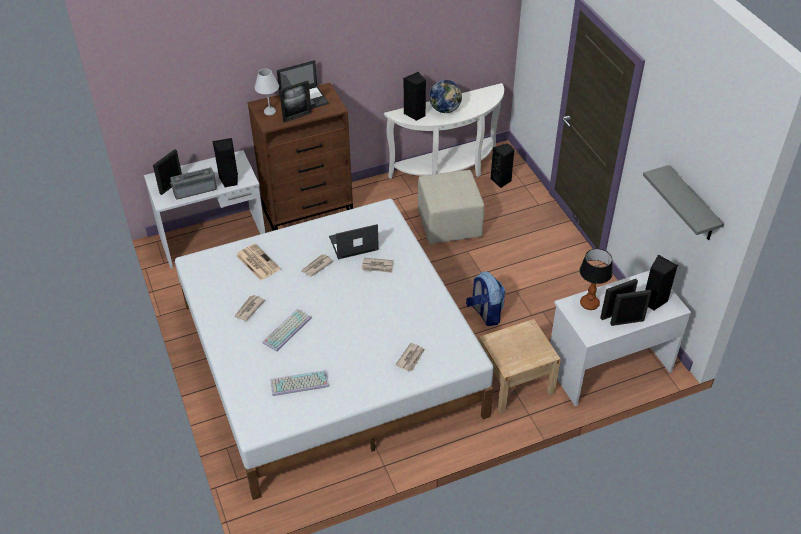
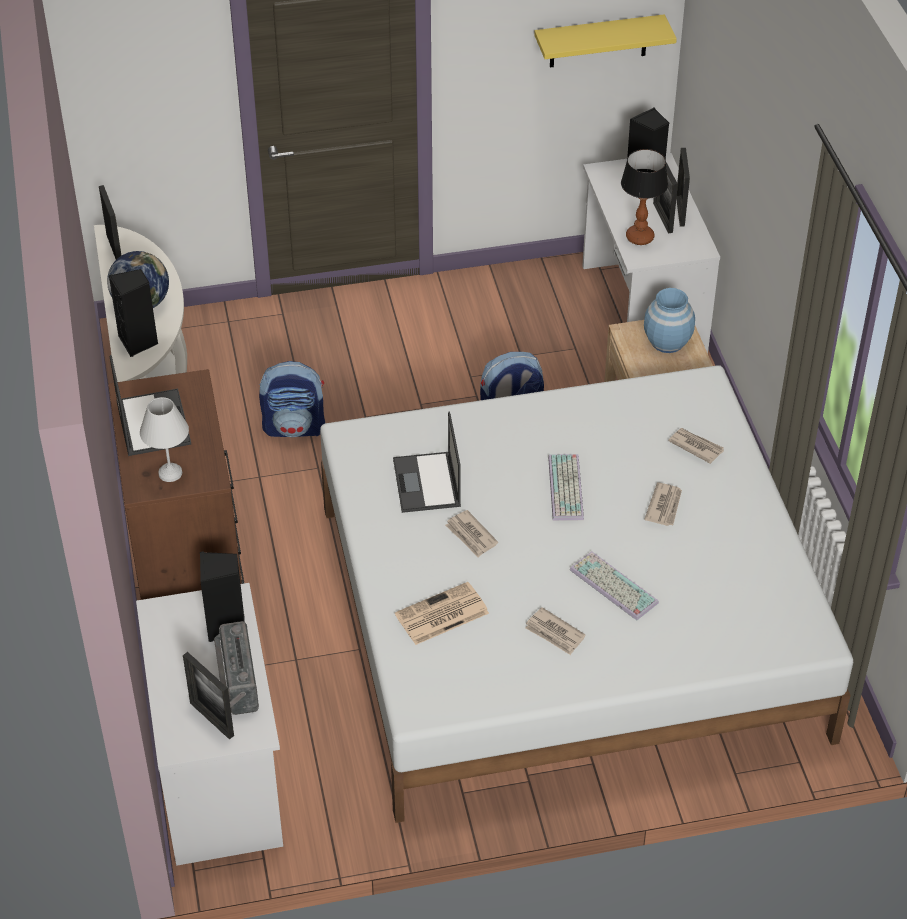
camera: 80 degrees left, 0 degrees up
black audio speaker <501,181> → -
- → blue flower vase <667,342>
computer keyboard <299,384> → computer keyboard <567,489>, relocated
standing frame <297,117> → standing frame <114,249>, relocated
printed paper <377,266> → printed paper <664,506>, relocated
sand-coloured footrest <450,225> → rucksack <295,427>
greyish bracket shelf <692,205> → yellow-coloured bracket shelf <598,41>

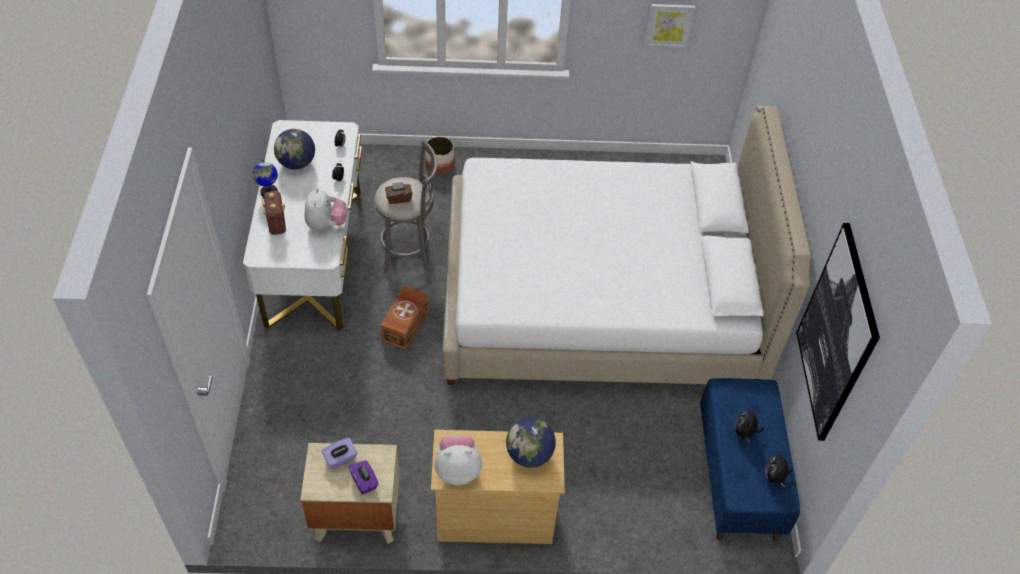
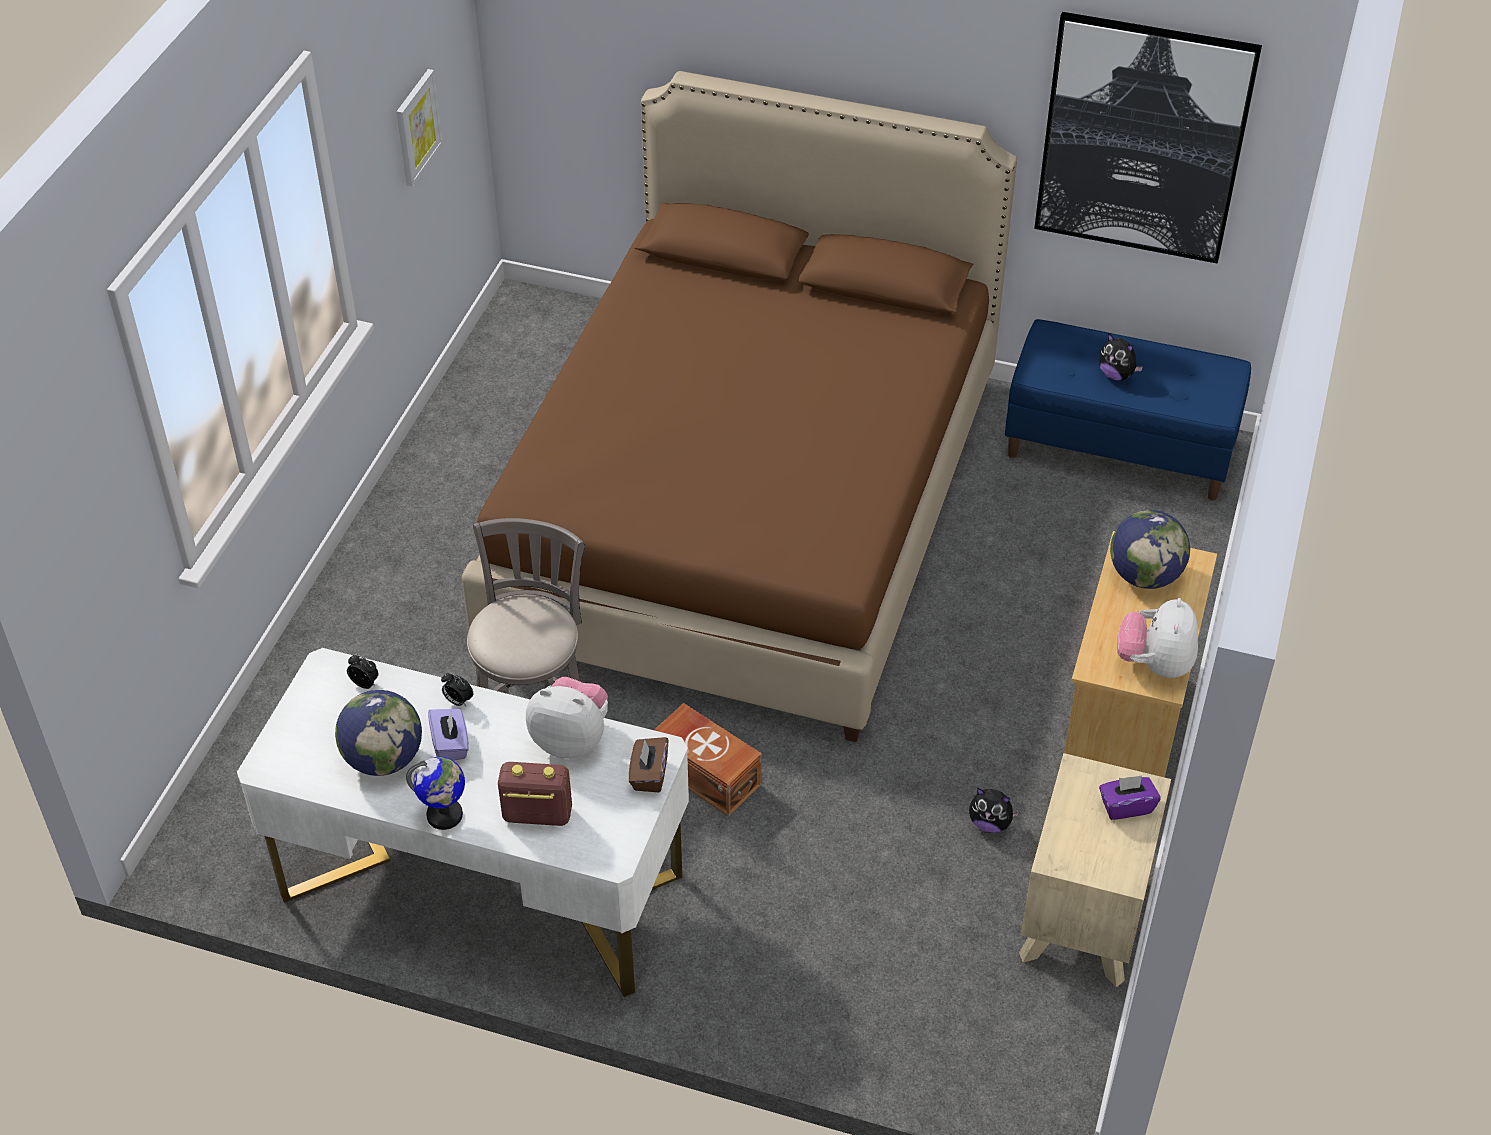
camera: 70 degrees left, 5 degrees down
planter <439,164> → -
purple tissue holder <340,459> → purple tissue holder <451,745>, relocated
brown tissue holder <399,198> → brown tissue holder <649,775>, relocated
soft toy <775,477> → soft toy <990,823>, relocated
white-coloured bed <599,300> → brown bed <748,509>

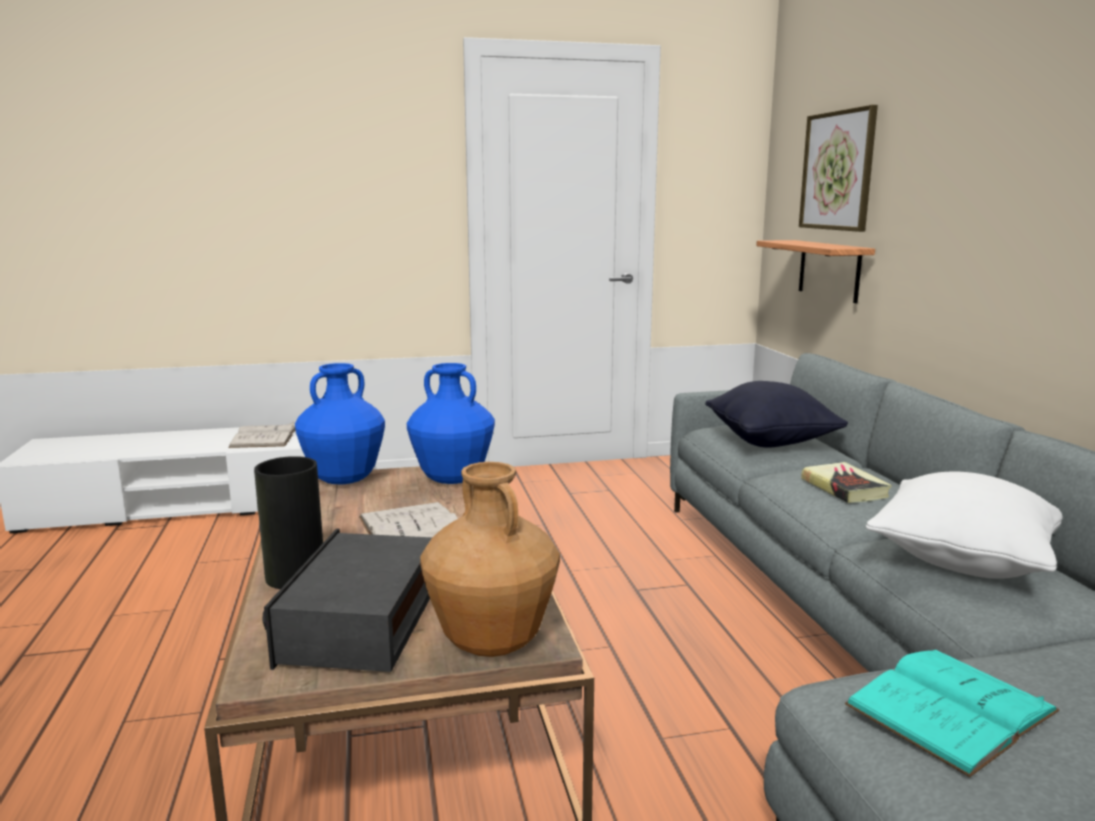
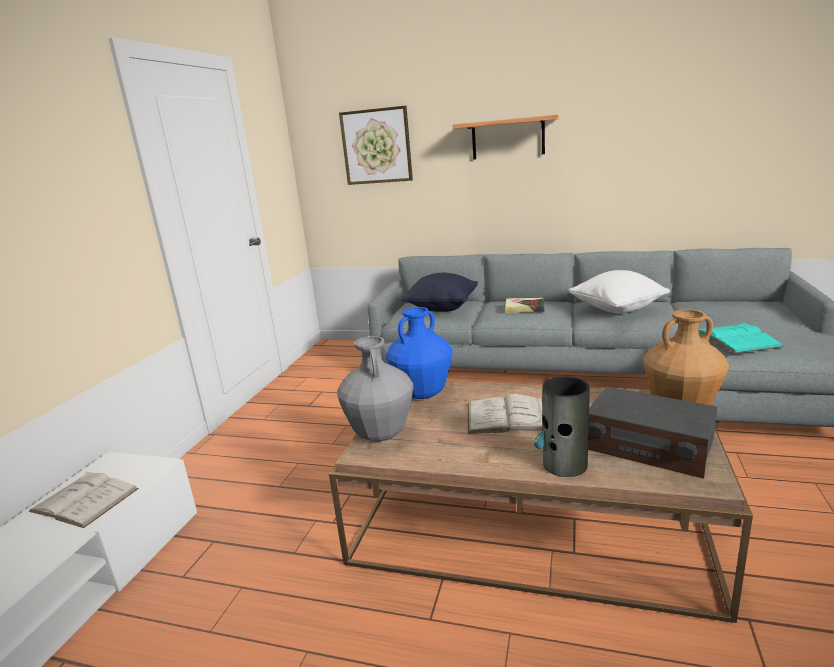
camera: 60 degrees left, 5 degrees up
bracket shelf <829,270> → bracket shelf <508,138>, relocated
blue flower vase <343,480> → greyish flower vase <381,434>

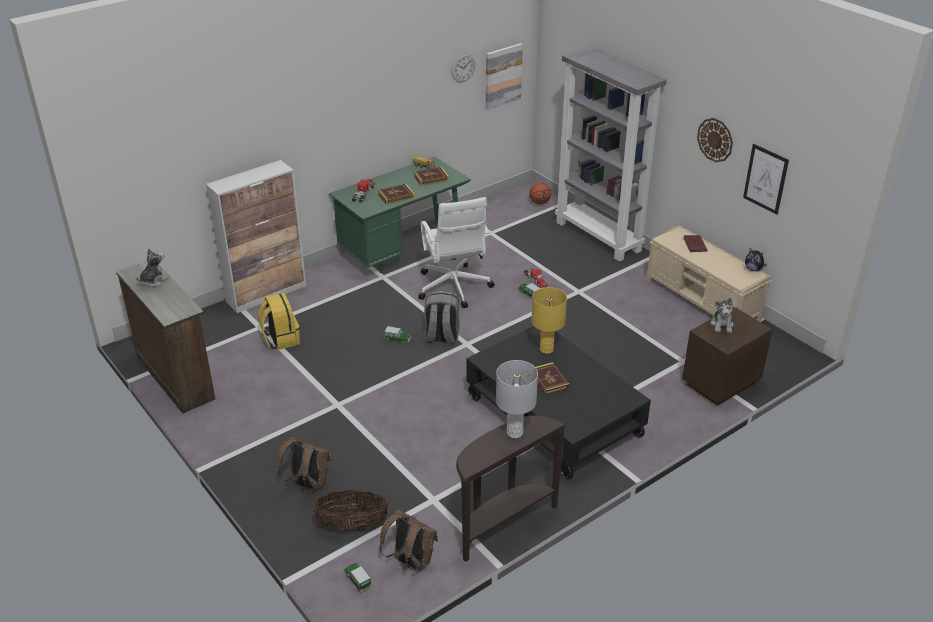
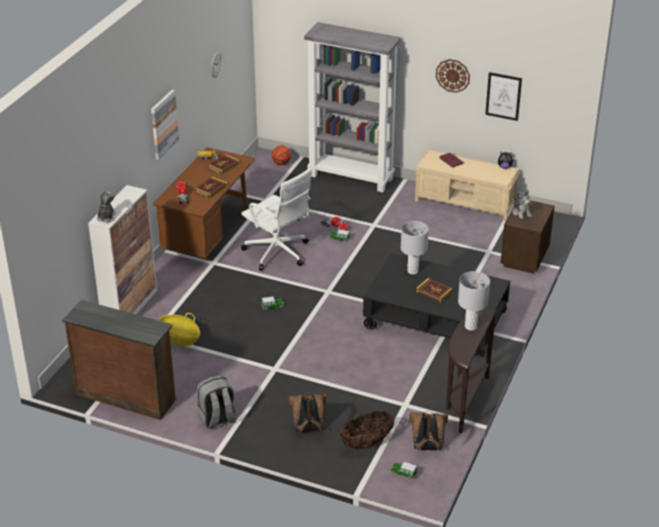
camera: 30 degrees left, 0 degrees up
soft toy <153,281> → soft toy <106,218>, relocated
greyish rucksack <441,337> → greyish rucksack <217,419>, relocated
wall picture <502,76> → wall picture <163,124>, relocated
yellow-coloured rucksack <280,339> → household basket <180,338>
green-coloured desk table <403,250> → brown desk table <208,236>
yellow-coloured lamp for a table <546,349> → greyish lamp for a table <412,271>

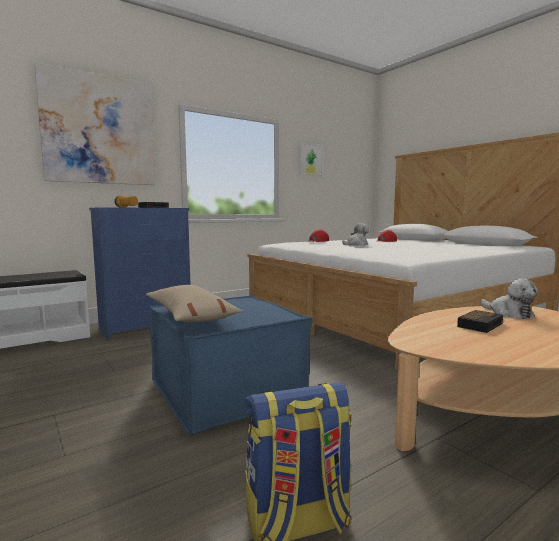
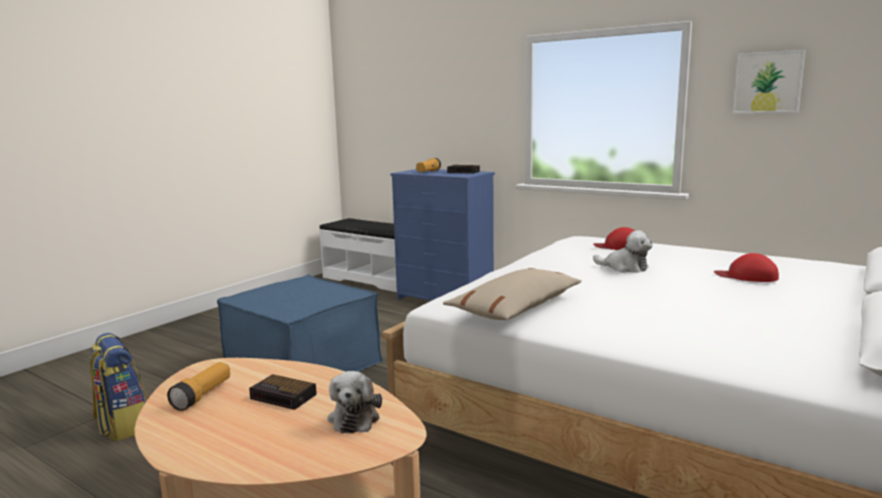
camera: 70 degrees right, 5 degrees up
wall picture <99,130> → -
- → torch <202,395>
sand-coloured pillow <190,316> → sand-coloured pillow <516,307>, relocated
soft toy <509,313> → soft toy <355,417>, 45 degrees counterclockwise

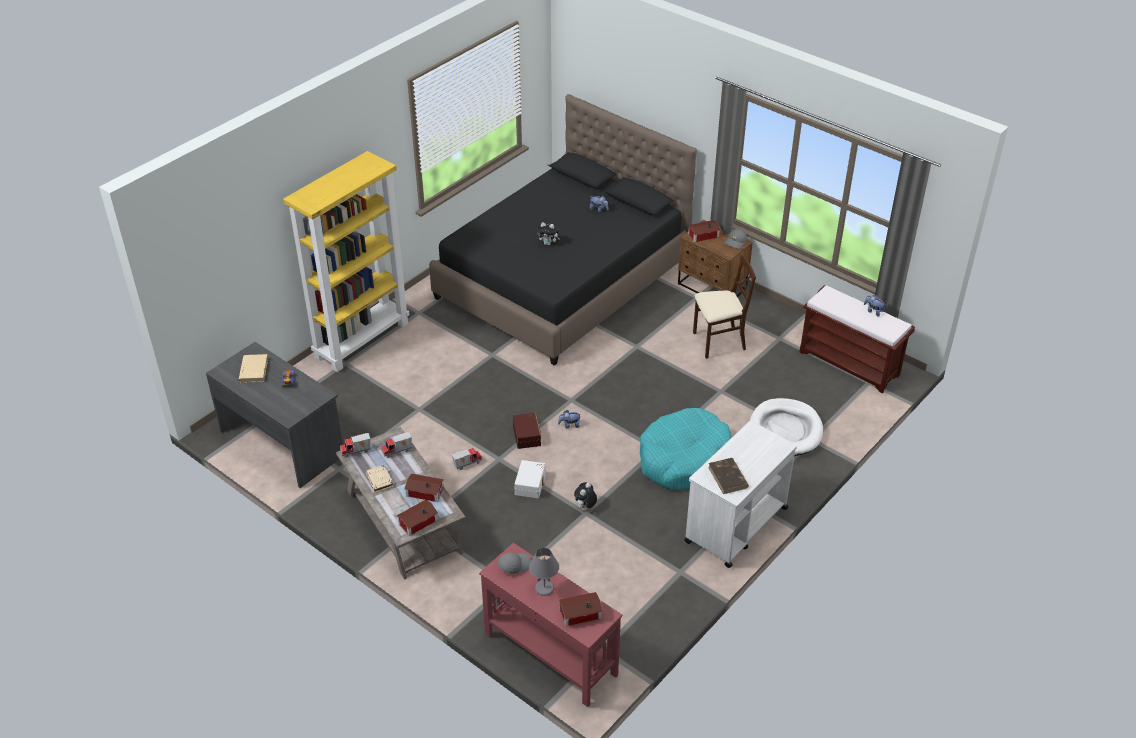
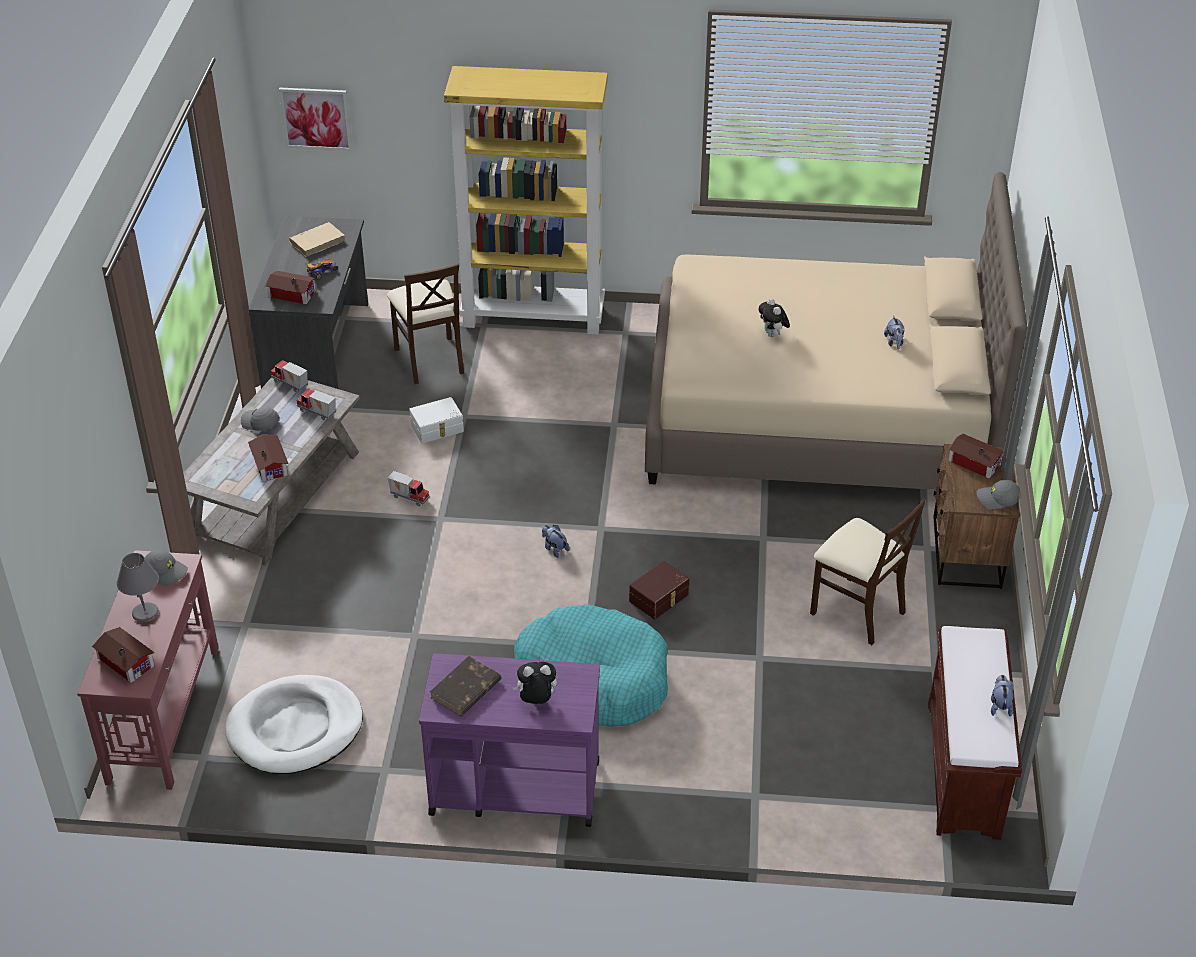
camera: 55 degrees right, 0 degrees up
- → wall picture <316,118>
- → sand-coloured upright chair <430,360>
miniature house <416,522> → miniature house <291,293>, relocated
brown storage container <527,435> → brown storage container <660,598>, relocated
white-coloured storage container <531,484> → white-coloured storage container <437,428>, relocated
soft toy <585,507> → soft toy <536,700>, relocated
white-coloured dog bed <785,430> → white-coloured dog bed <295,729>, relocated
sand-coloured bound book <380,480> → greyish baseball cap <260,423>
black bed <563,280> → sand-coloured bed <819,413>
white-coloured trolley <735,525> → purple trolley <513,787>

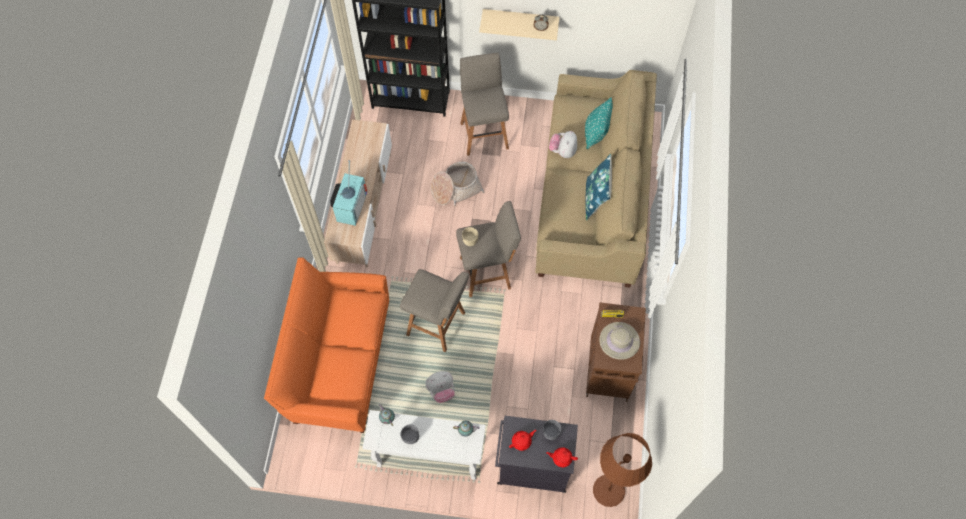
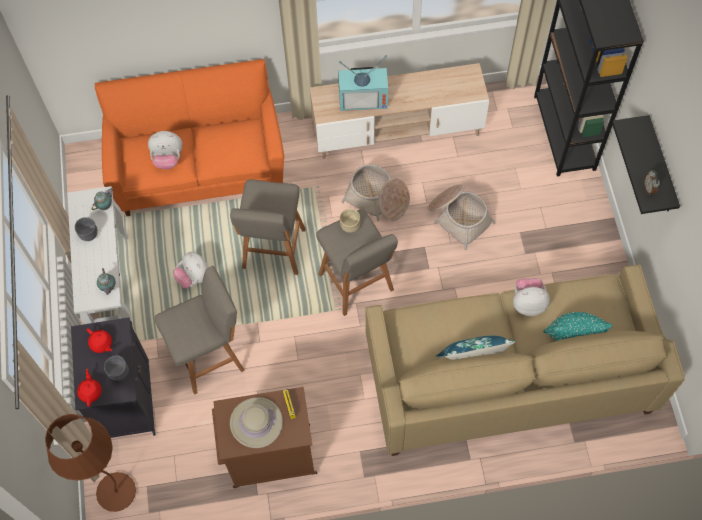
camera: 75 degrees right, 0 degrees up
- → soft toy <168,158>
- → household basket <377,199>
greyish sitting stool <484,134> → greyish sitting stool <210,356>, relocated
sand-coloured bracket shelf <520,20> → black bracket shelf <660,167>

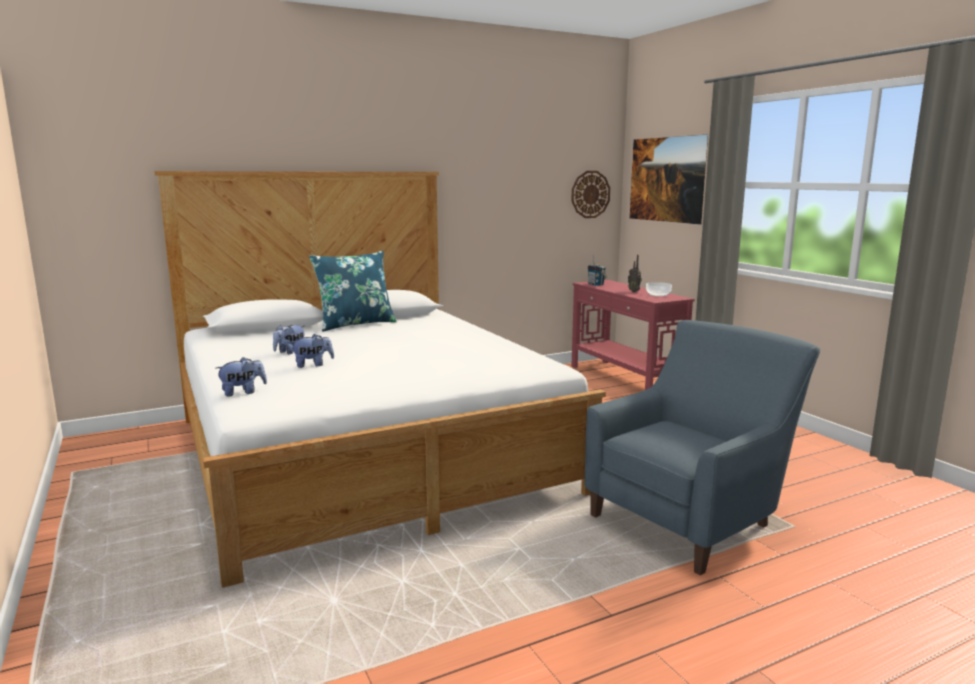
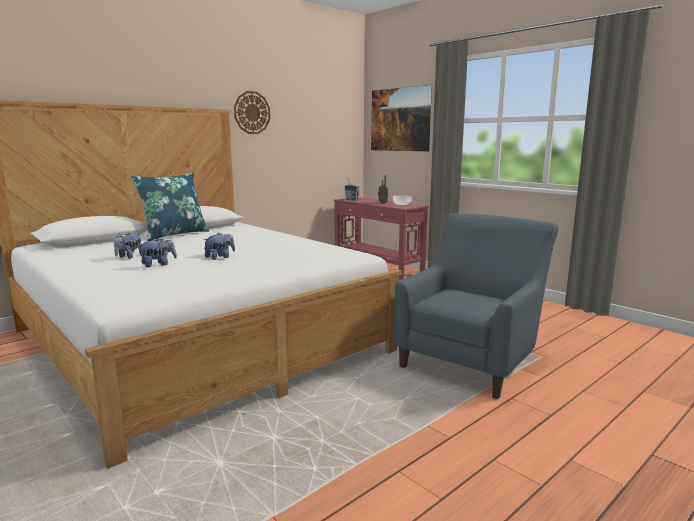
camera: 15 degrees left, 0 degrees up
soft toy <243,392> → soft toy <220,257>, relocated
wall clock <590,194> → wall clock <252,112>, relocated

